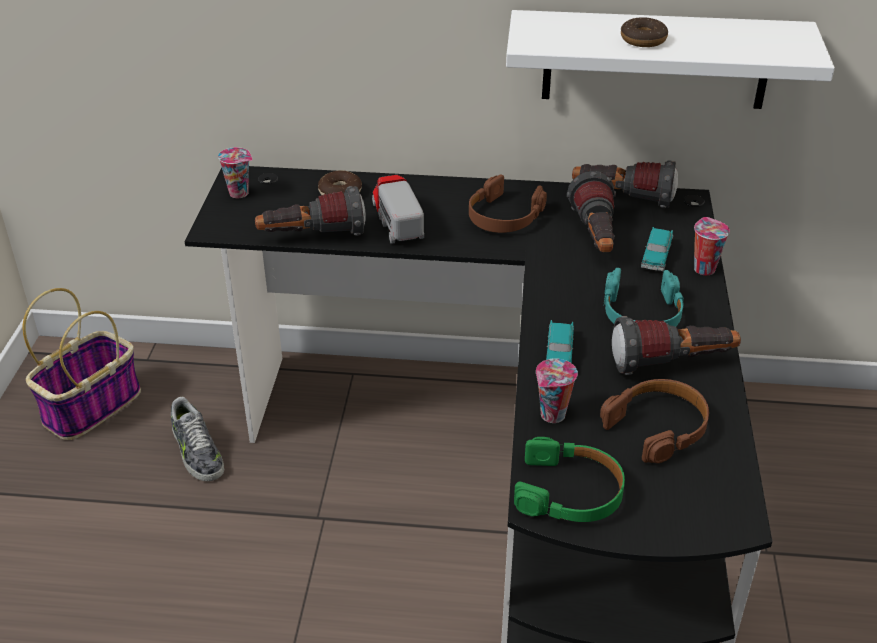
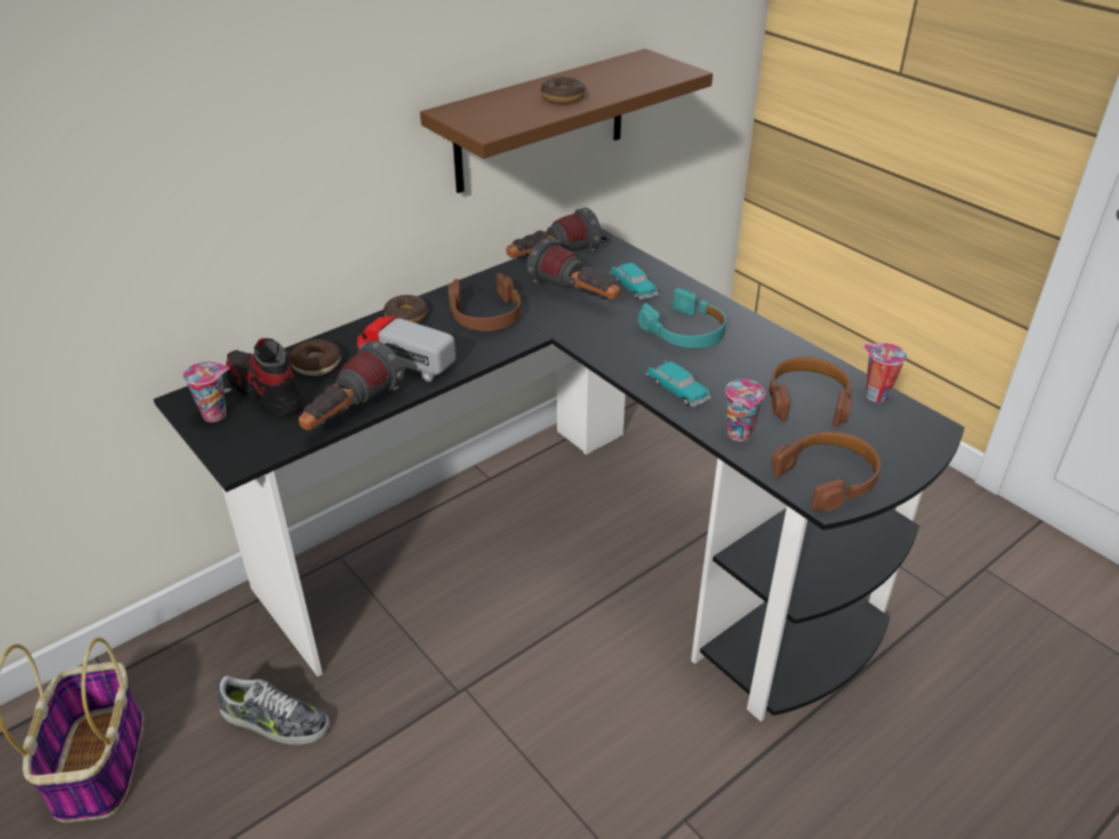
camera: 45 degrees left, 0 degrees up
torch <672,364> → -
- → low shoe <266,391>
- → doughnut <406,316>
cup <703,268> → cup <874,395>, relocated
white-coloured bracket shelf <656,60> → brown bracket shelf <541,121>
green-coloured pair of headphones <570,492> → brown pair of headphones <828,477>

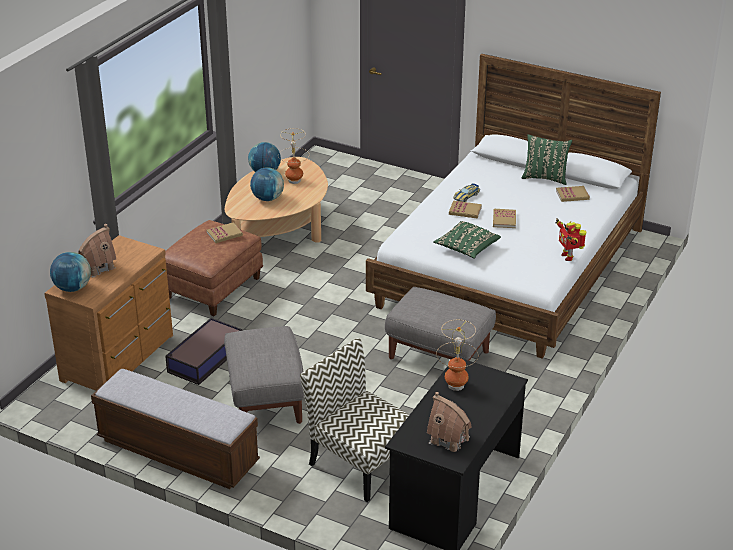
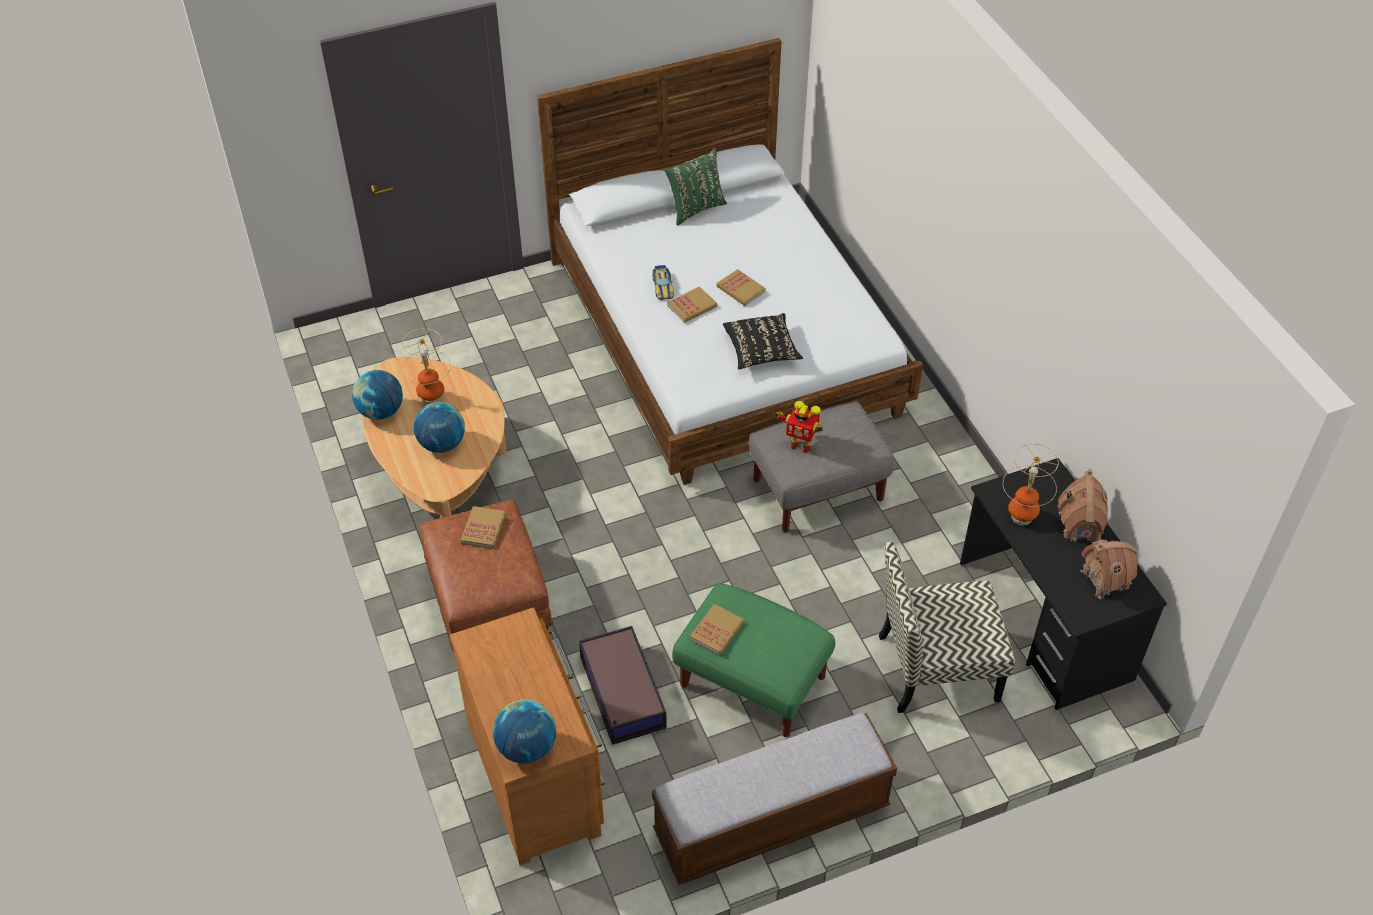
camera: 50 degrees left, 15 degrees up
miniature house <98,267> → miniature house <1080,526>, relocated
bound book <572,195> → bound book <717,631>, relocated
robot figure <568,256> → robot figure <800,445>, relocated
greyish footrest <266,398> → green-coloured footrest <751,681>
green-coloured pillow <466,248> → black pillow <761,351>

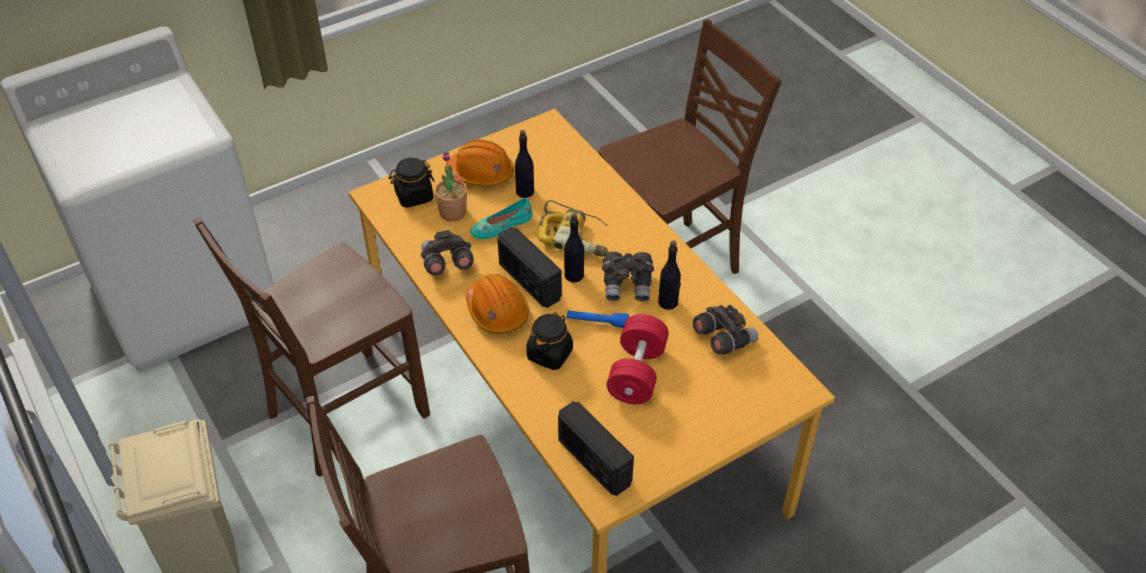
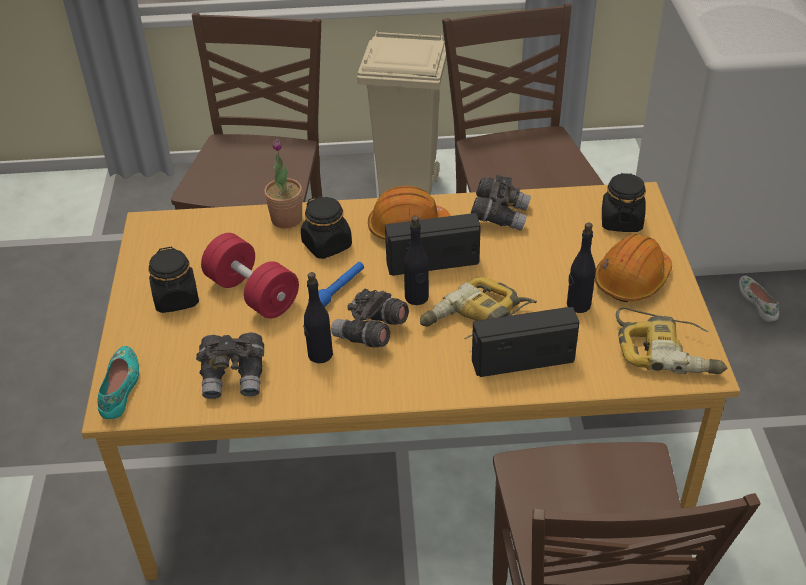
camera: 120 degrees right, 5 degrees down
- → black storage jar <176,299>
- → power drill <667,351>
- → white-coloured low shoe <758,302>
houseplant <453,212> → houseplant <286,219>, relocated
turquoise low shoe <501,225> → turquoise low shoe <121,387>, relocated
radio <594,462> → radio <522,360>, relocated

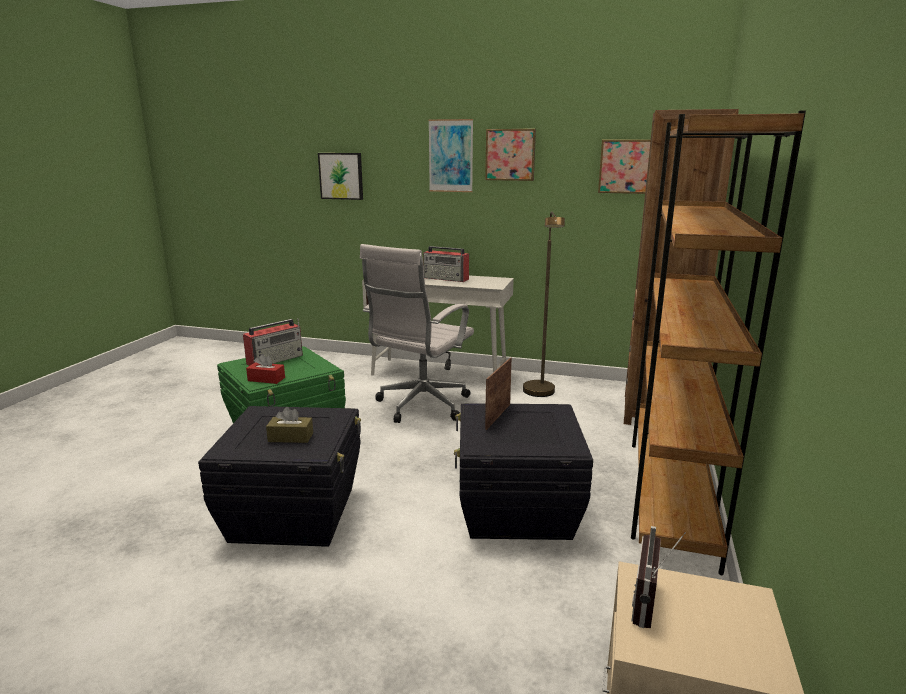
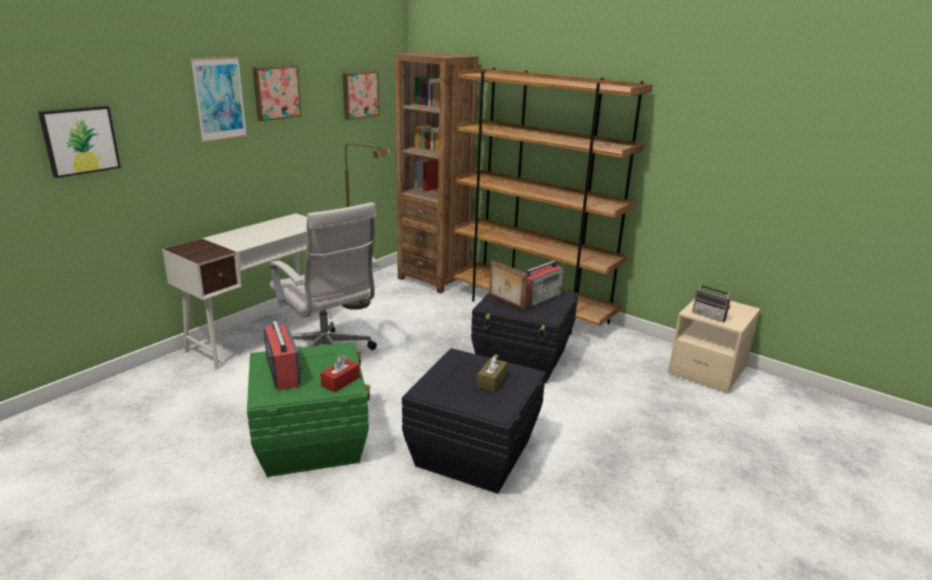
camera: 70 degrees left, 5 degrees up
radio <446,279> → radio <539,297>, relocated

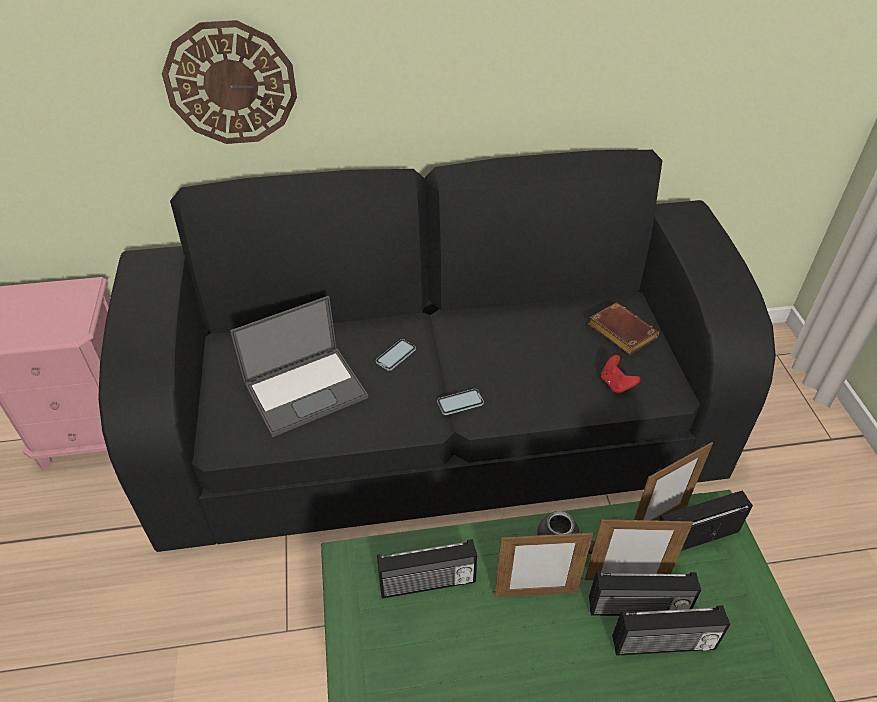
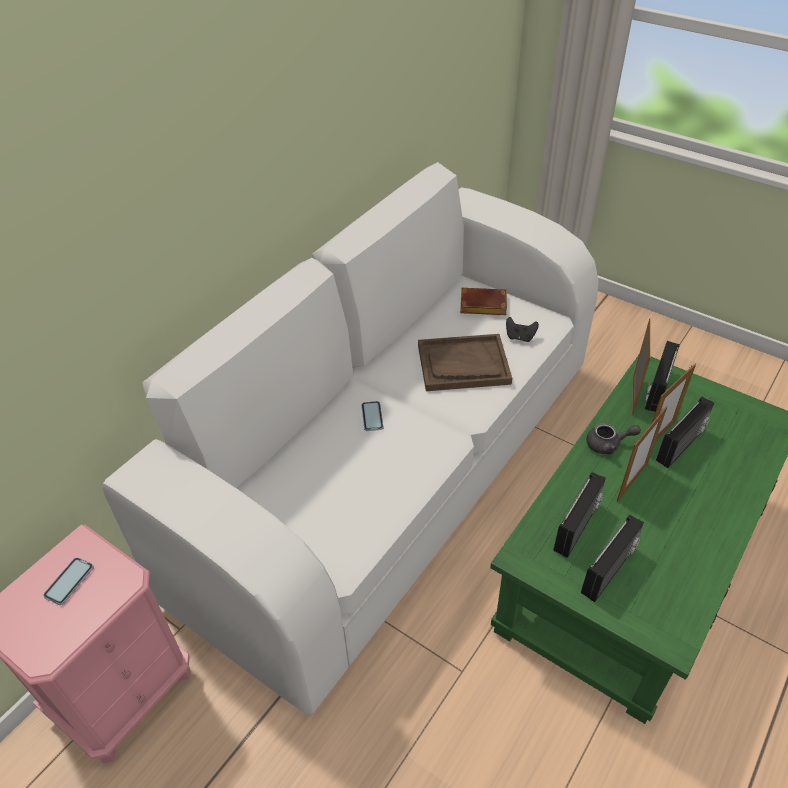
camera: 45 degrees left, 0 degrees up
wall clock <231,84> → -
portable computer <306,389> → -
- → brown carrying tray <463,365>
phone <460,403> → phone <69,582>, relocated
radio <663,645> → radio <609,571>, relocated
black couch <439,436> → white-coloured couch <396,471>
reddish joypad <616,384> → black joypad <520,337>

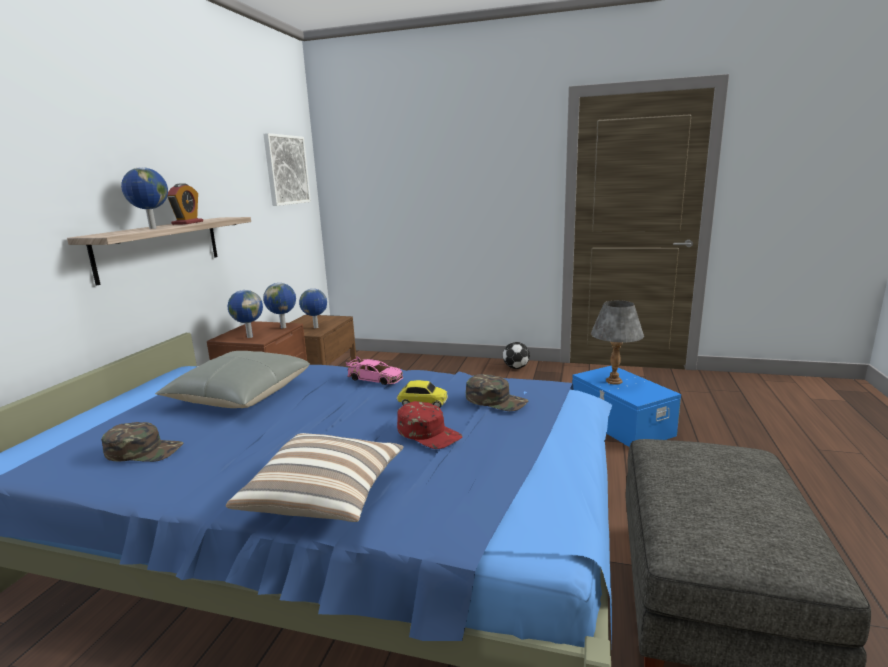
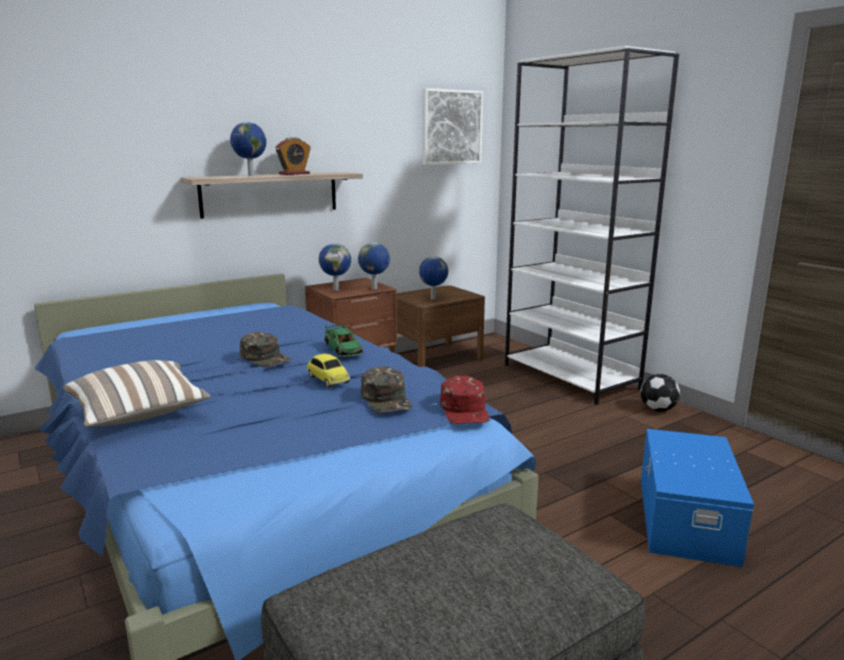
camera: 40 degrees right, 0 degrees up
greyish pillow <240,395> → -
greyish lamp for a table <614,381> → -
- → white-coloured bookcase <571,377>
green-coloured baseball cap <144,450> → green-coloured baseball cap <266,358>, relocated
reddish baseball cap <429,433> → reddish baseball cap <465,410>, relocated
pink-coloured toy car <375,378> → green-coloured toy car <343,349>

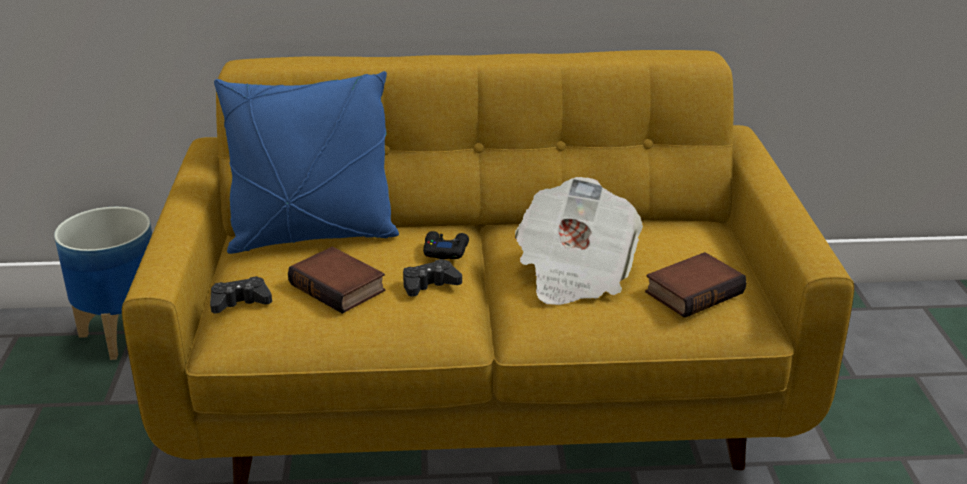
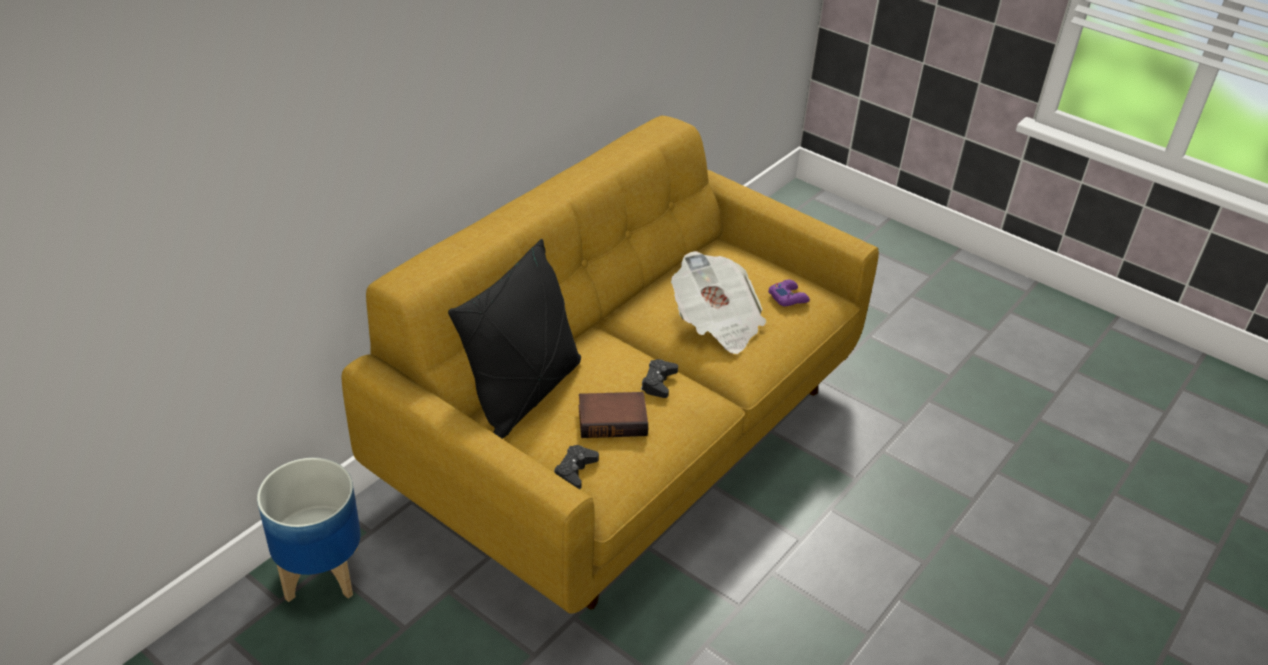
camera: 50 degrees left, 10 degrees up
black joypad <445,250> → -
bound book <693,291> → purple joypad <788,297>
blue pillow <313,236> → black pillow <524,394>

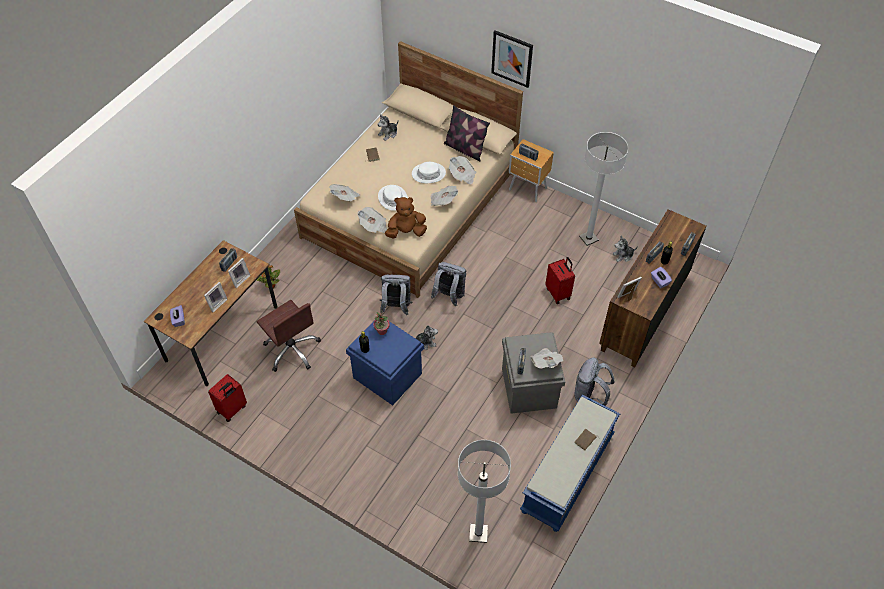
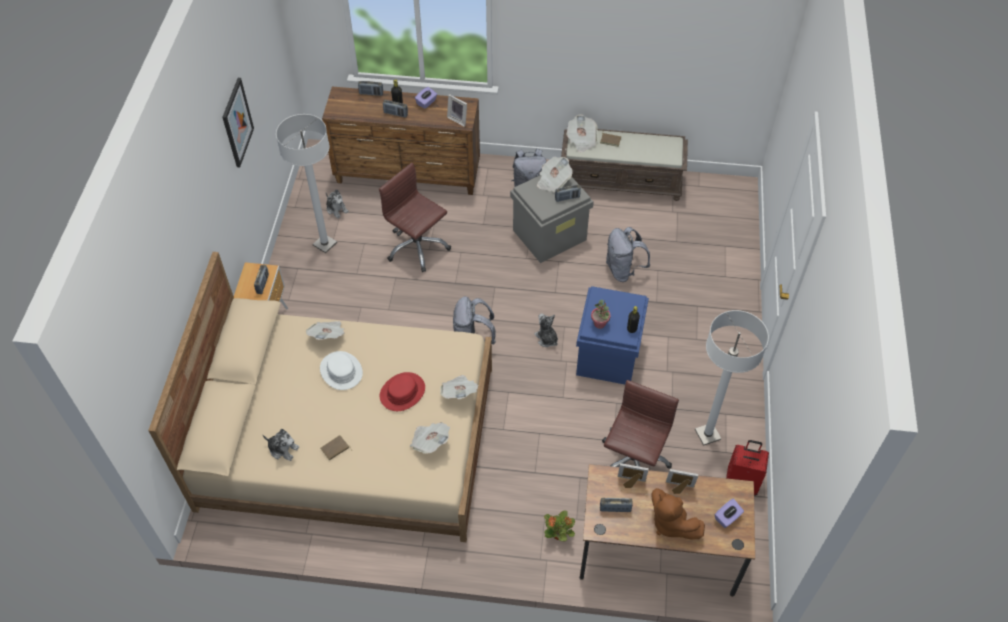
camera: 115 degrees left, 0 degrees up
pillow <465,149> → -
greyish rucksack <396,307> → greyish rucksack <623,270>, relocated
brown soft toy <406,232> → brown soft toy <670,523>, relocated
printed paper <443,201> → printed paper <581,140>, relocated
white-coloured standard lamp <478,533> → white-coloured standard lamp <707,434>, relocated
wall picture <512,58> → wall picture <237,122>, relocated
reddish piece of luggage <558,293> → brown desk chair <417,247>
white-coloured clothing hat <392,198> → reddish clothing hat <402,392>
blue long seat <567,474> → brown long seat <621,181>

